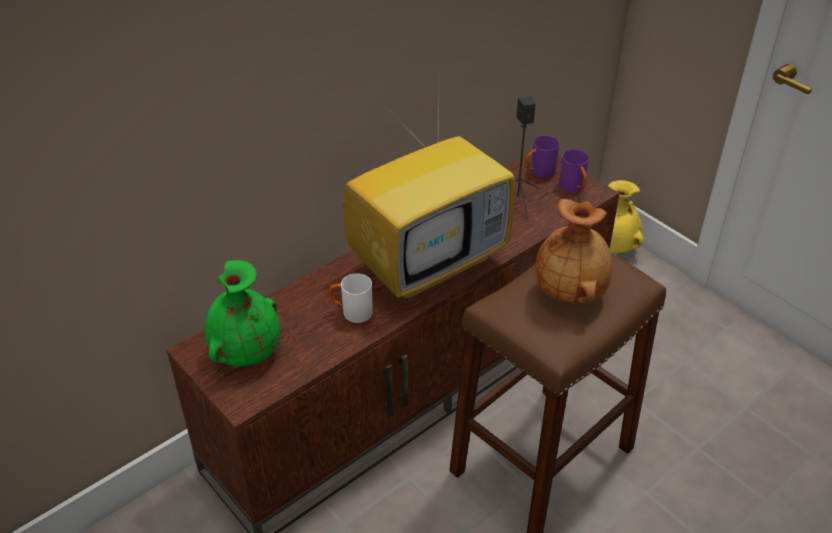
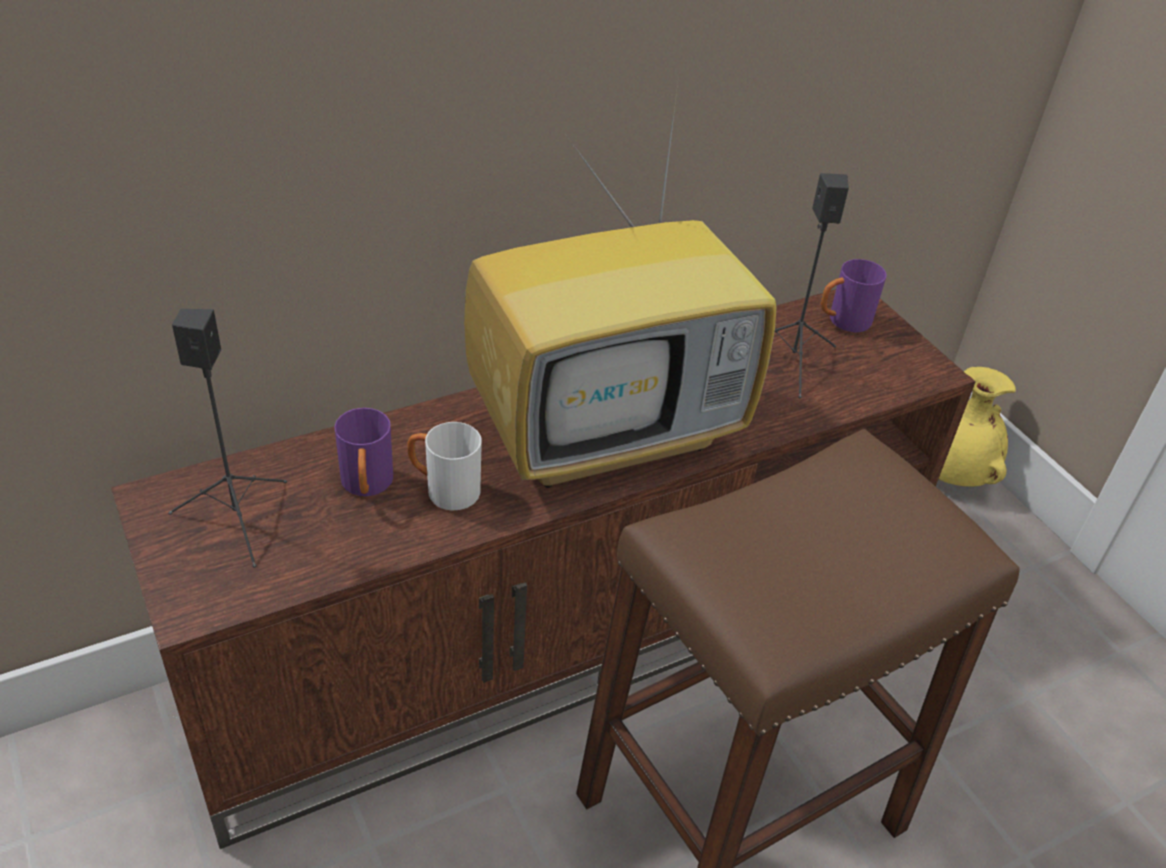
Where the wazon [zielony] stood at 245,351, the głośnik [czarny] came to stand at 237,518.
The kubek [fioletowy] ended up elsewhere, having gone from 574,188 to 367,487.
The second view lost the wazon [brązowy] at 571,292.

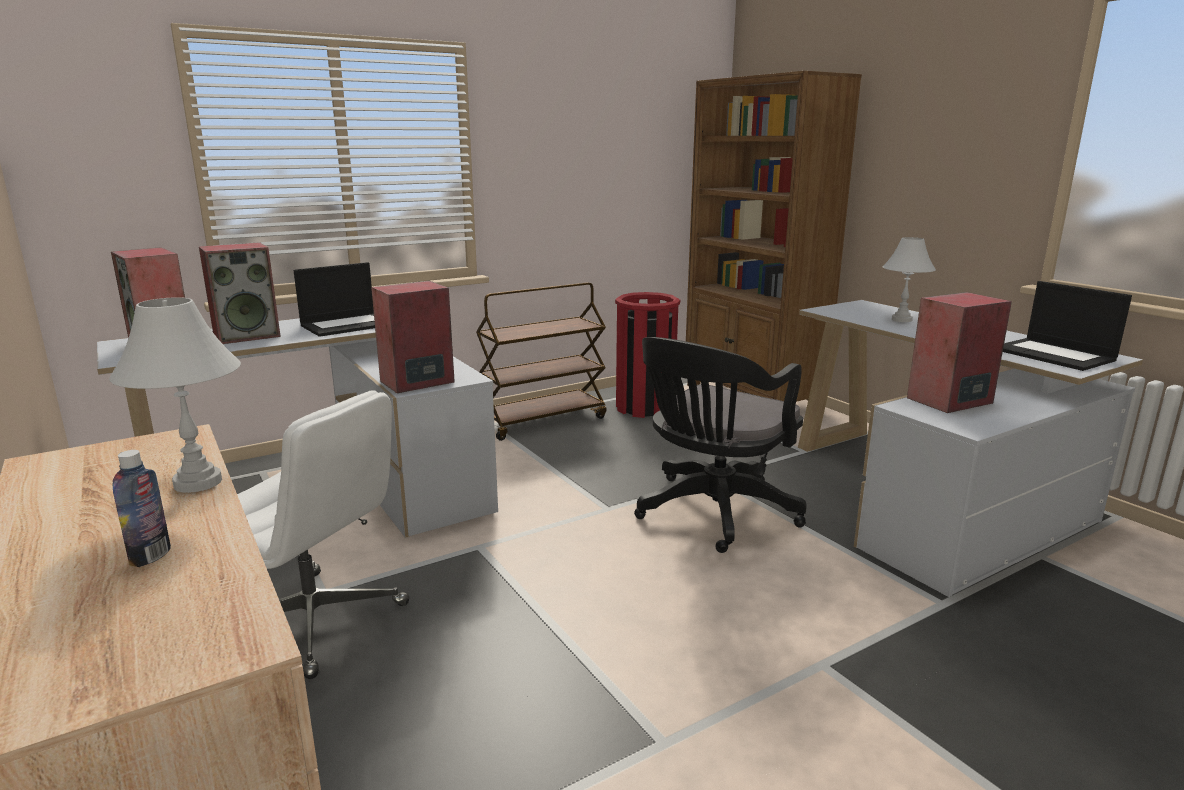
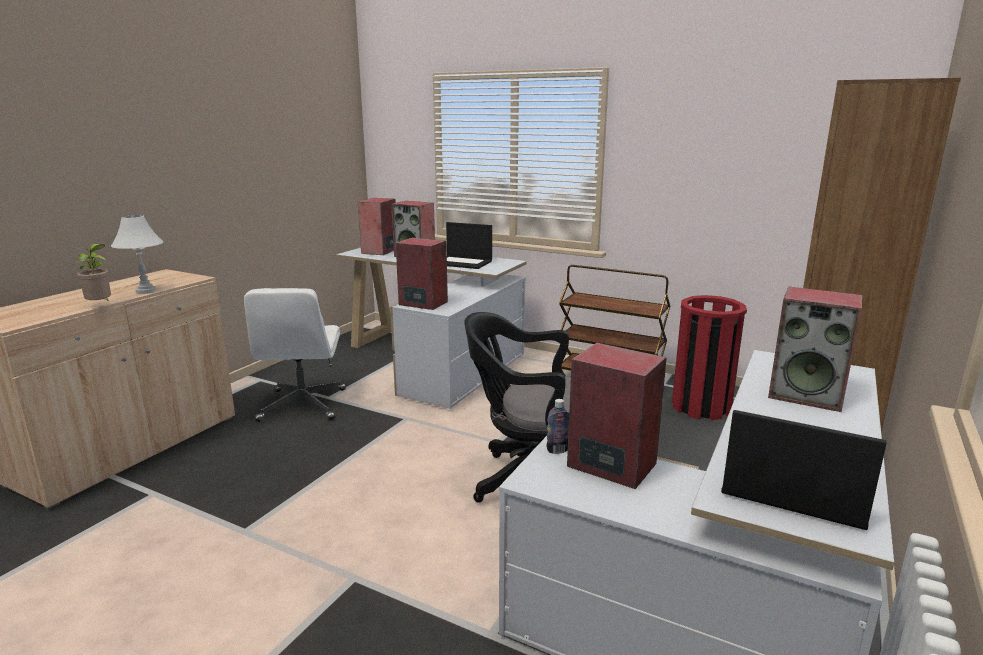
The second view gained the roślina doniczkowa at 101,305.
The butelka ended up elsewhere, having gone from 150,556 to 557,450.
The laptop at 1055,355 ended up facing another way, 90 degrees clockwise from before.
Where the lampa stołowa [biały] stood at 901,320, the głośnik came to stand at 807,395.

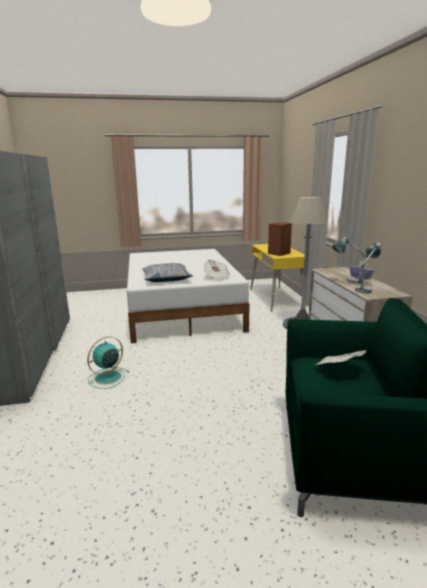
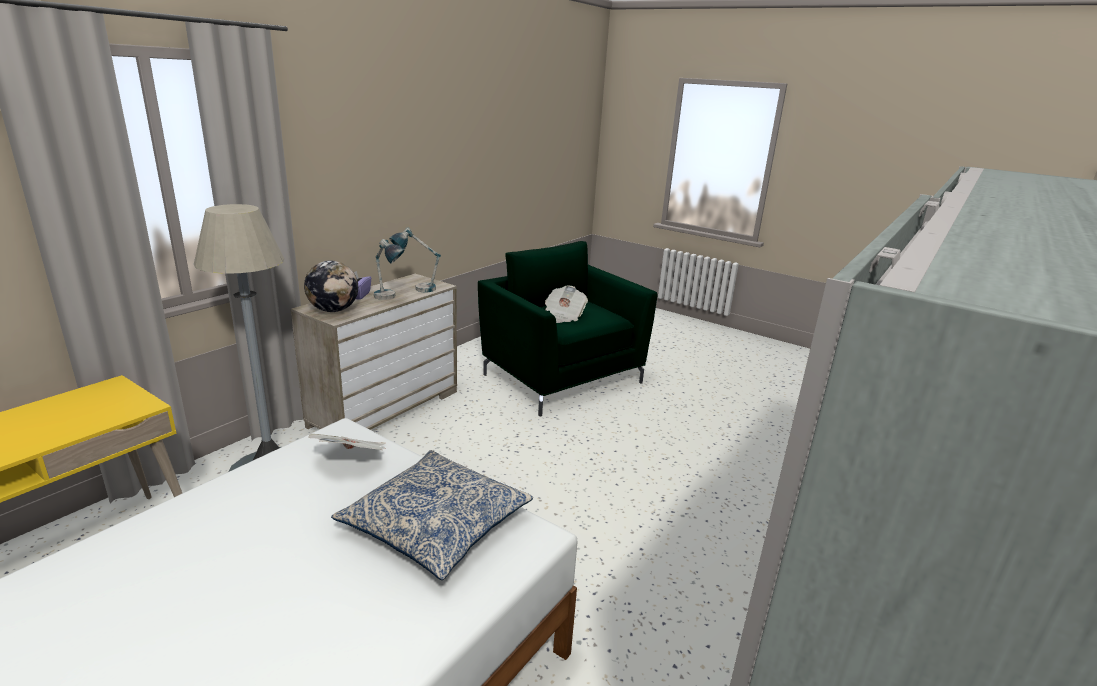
The second view gained the globus at 333,310.
The second view lost the wentylator [turkusowy] at 107,378.
The second view lost the głośnik [brązowy] at 279,253.

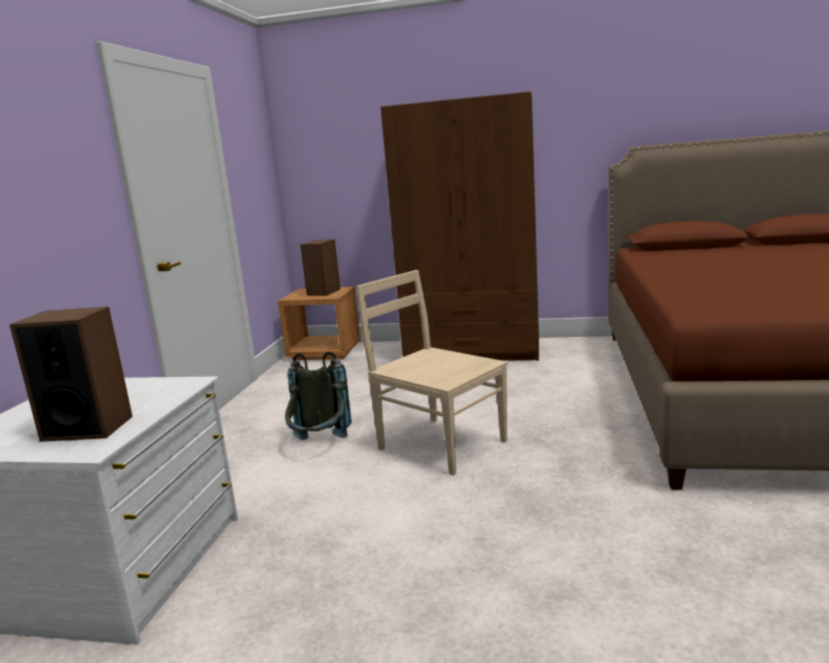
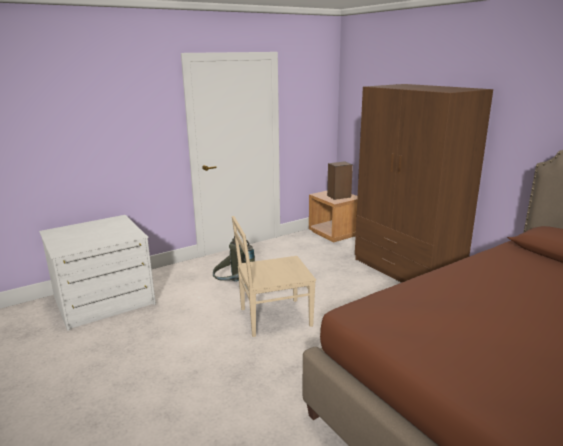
The krzesło [beżowy] at 440,444 ended up facing another way, 105 degrees counterclockwise from before.
The second view lost the głośnik at 87,428.

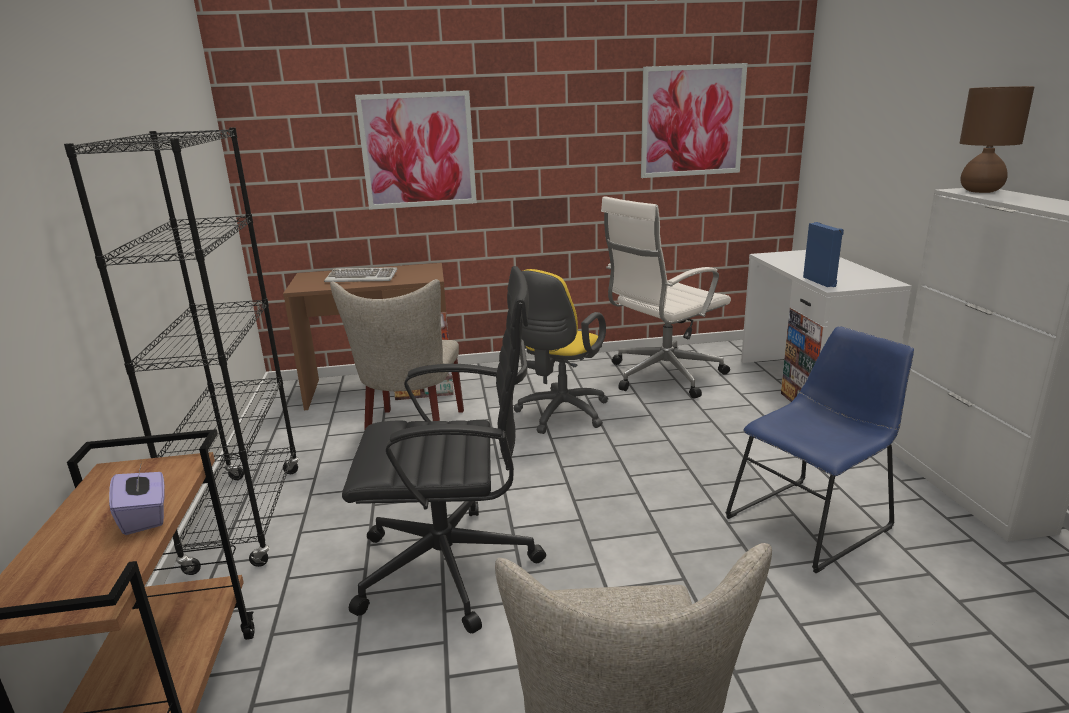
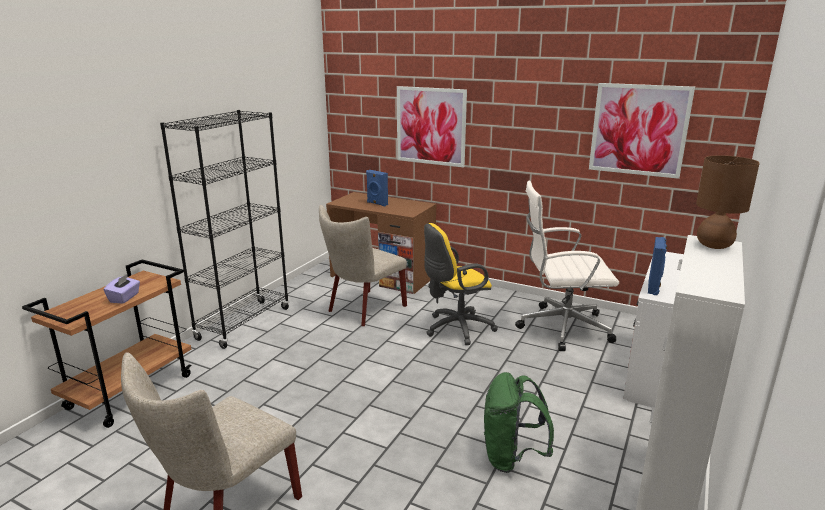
Where the klawiatura stood at 362,278, the głośnik [niebieski] came to stand at 376,203.
Where the krzesło [niebieski] stood at 812,520, the plecak [zielony] came to stand at 511,457.
The second view lost the krzesło biurowe [czarny] at 453,567.

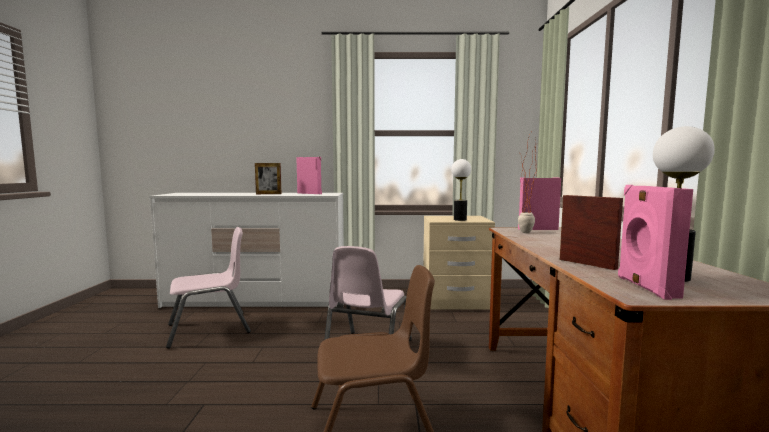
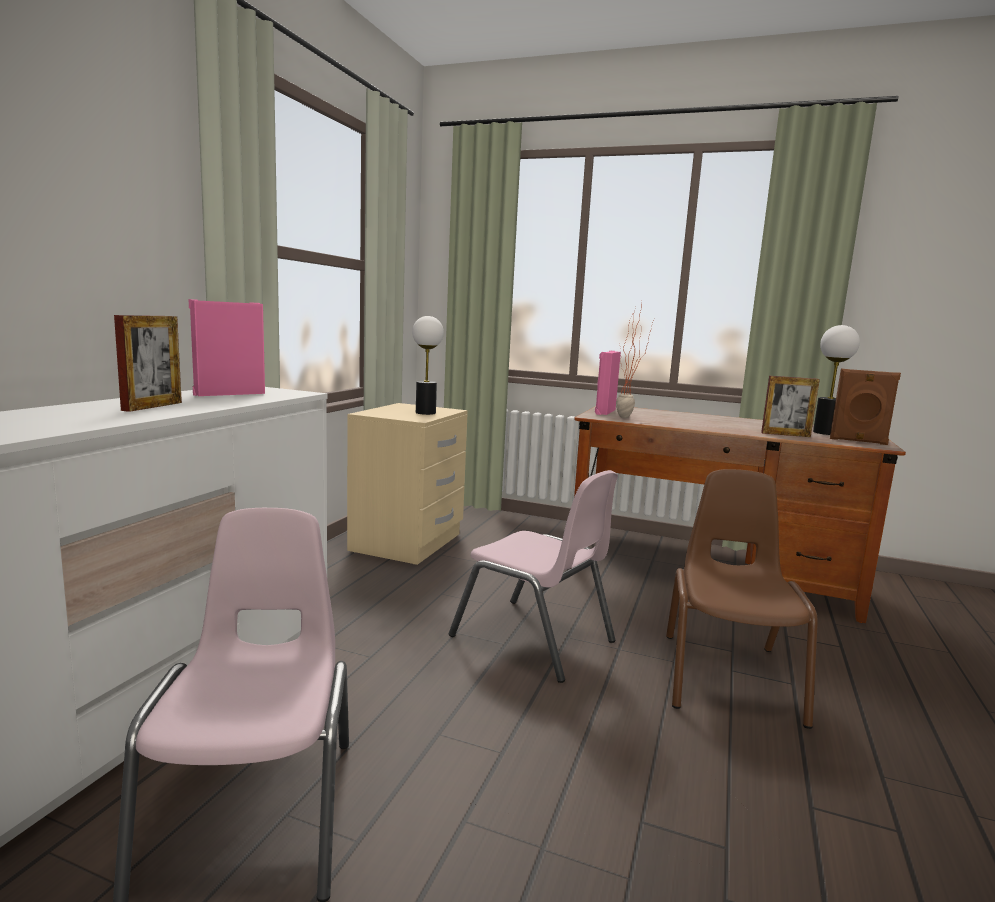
The ramka na zdjęcie at 587,264 ended up facing another way, 150 degrees counterclockwise from before.
What was the głośnik [różowy] at 645,287 turned into the głośnik [brązowy] at 858,441.

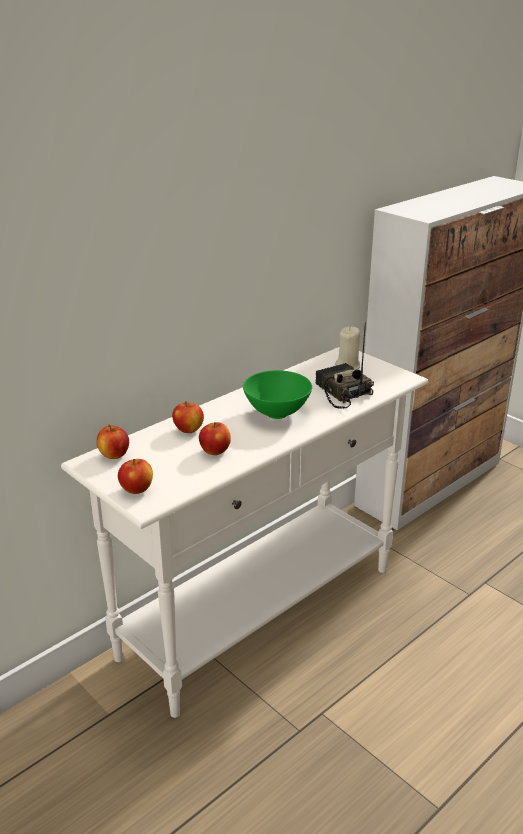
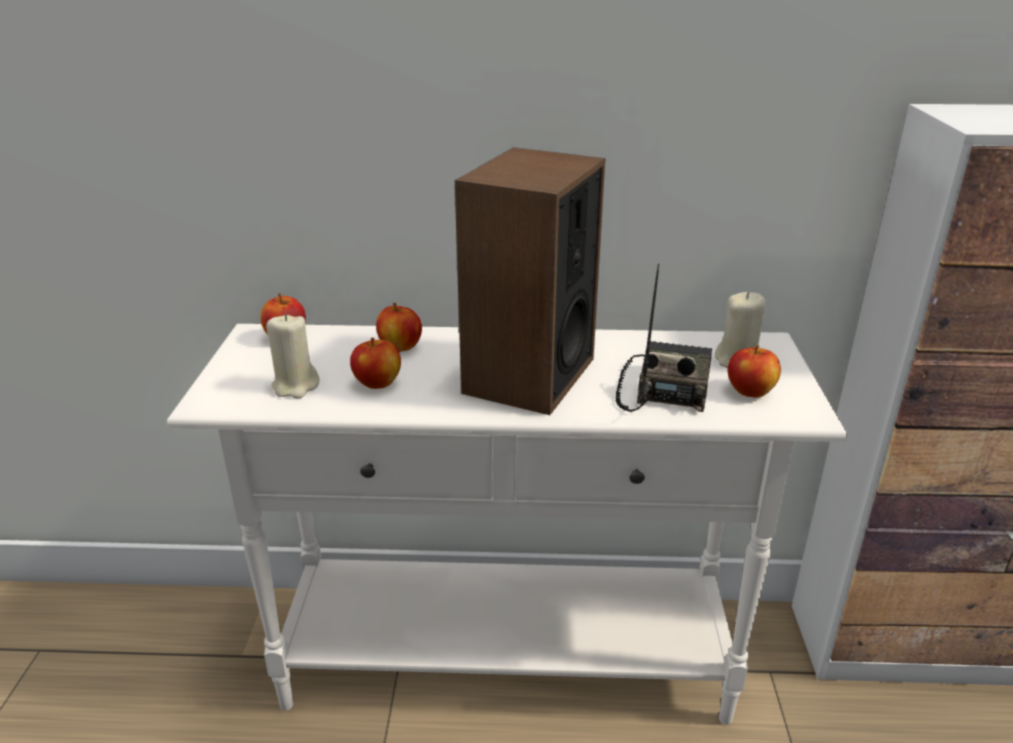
The second view gained the świeca [beżowy] at 295,386.
Where the miska [zielony] stood at 276,413, the głośnik came to stand at 528,375.
The jabłko ended up elsewhere, having gone from 137,489 to 750,392.

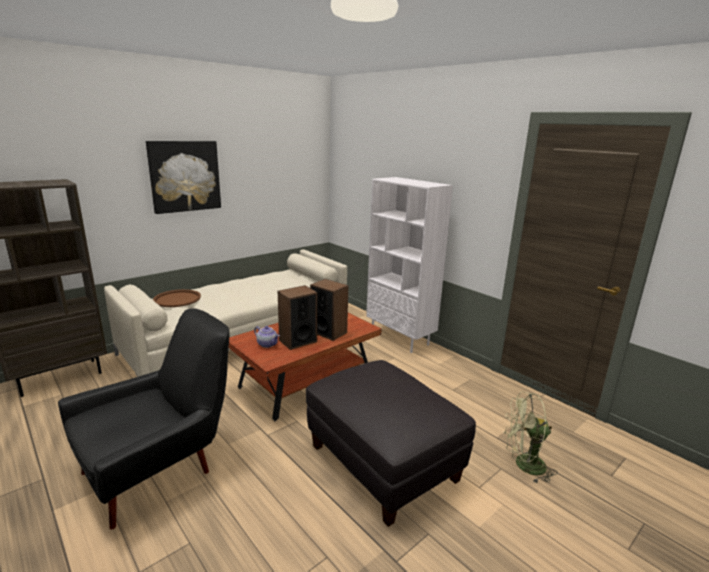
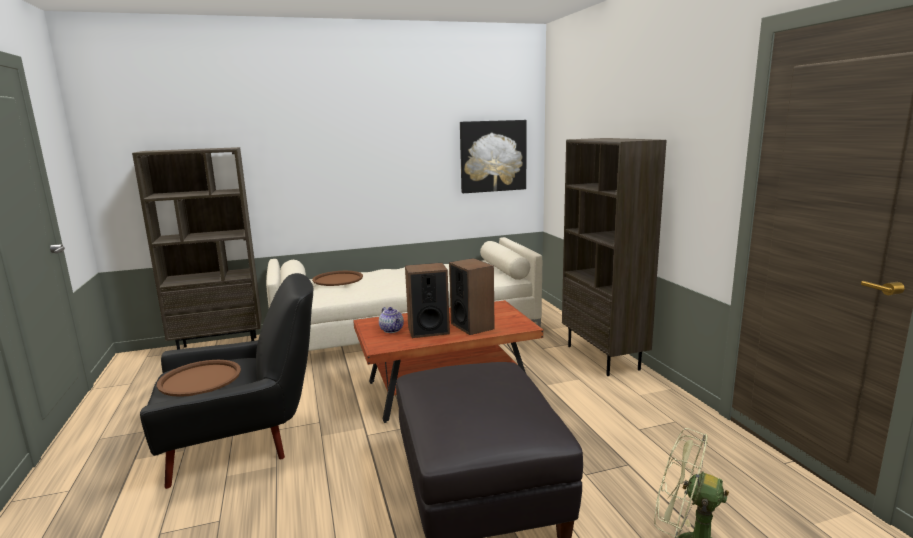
The second view gained the taca [brązowy] at 200,379.
The obraz ended up elsewhere, having gone from 185,176 to 493,156.
What was the regał [biały] at 400,338 turned into the regał [brązowy] at 604,357.

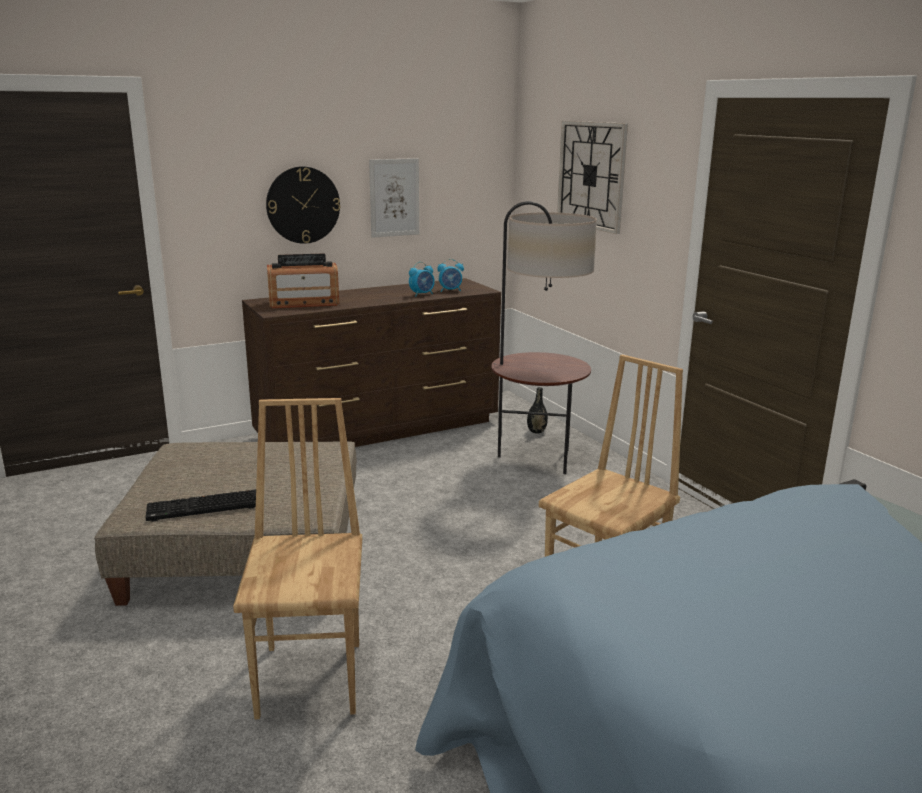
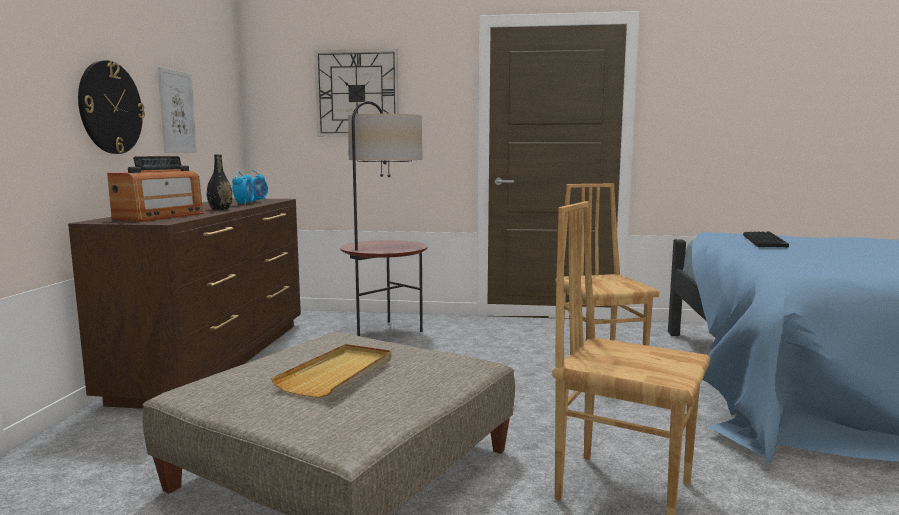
The wazon [czarny] ended up elsewhere, having gone from 536,431 to 220,209.
The second view gained the taca [beżowy] at 338,374.
The klawiatura ended up elsewhere, having gone from 203,508 to 766,241.

